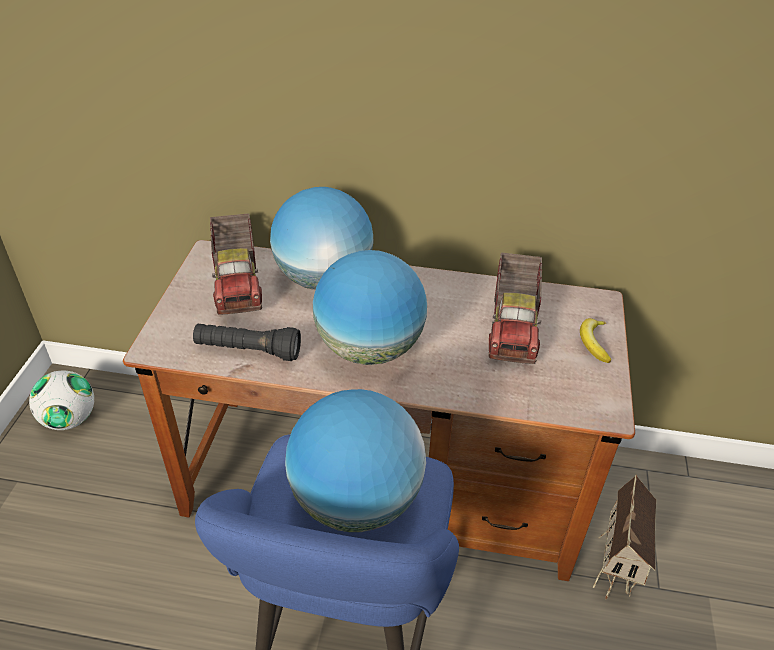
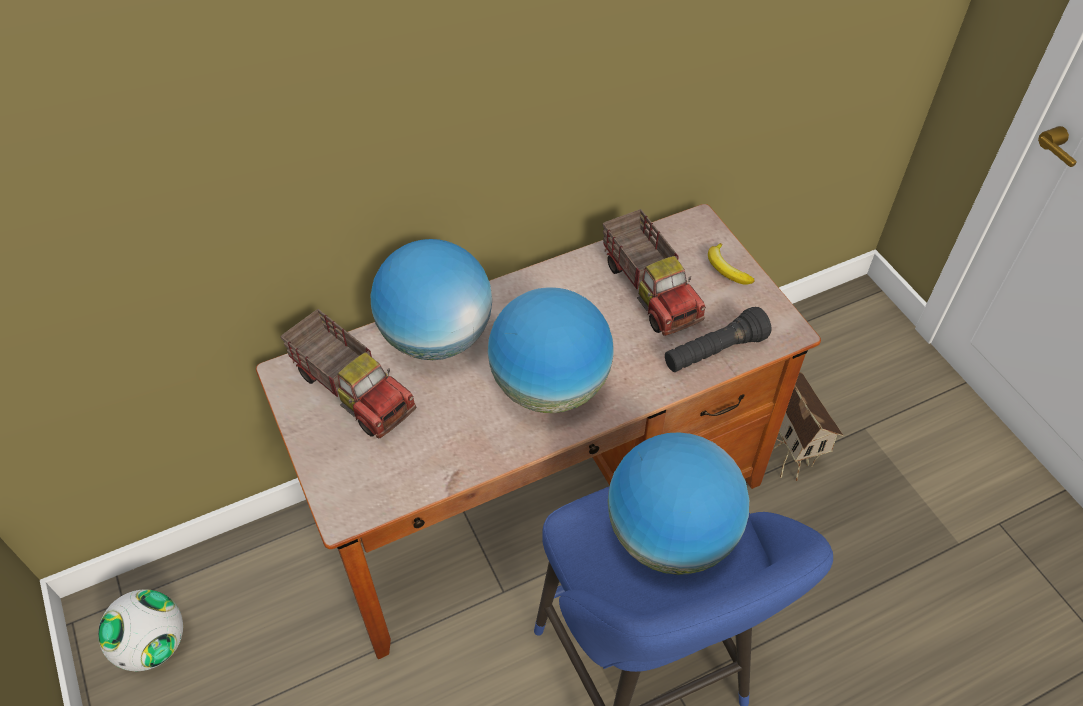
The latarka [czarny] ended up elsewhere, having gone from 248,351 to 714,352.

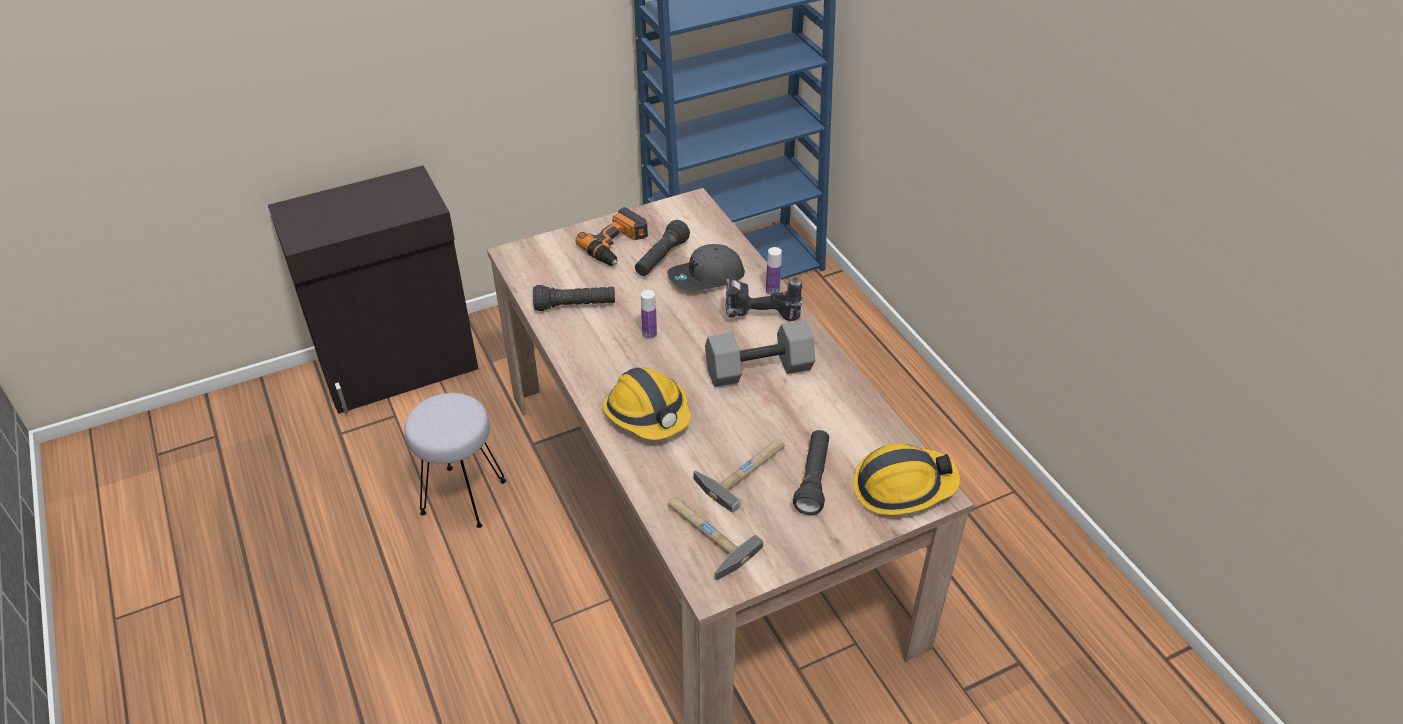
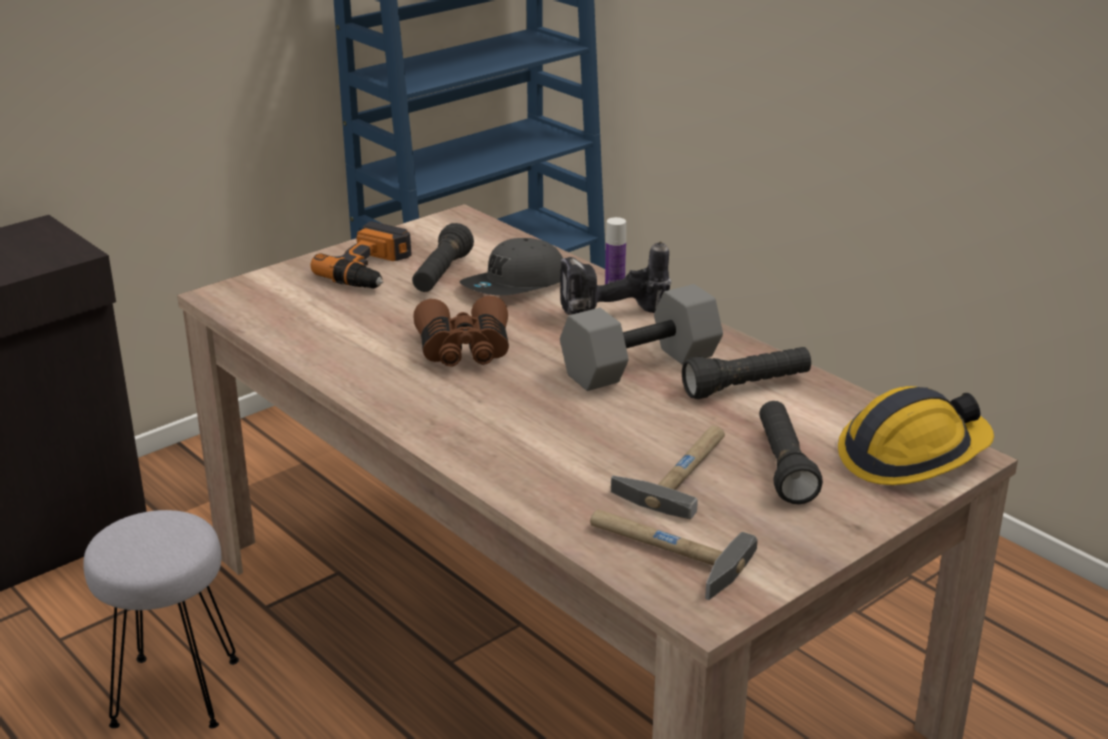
Where the butelka stood at 649,334, the lornetka [brązowy] came to stand at 464,350.
The latarka [czarny] ended up elsewhere, having gone from 575,306 to 746,387.
The second view lost the kask at 648,414.

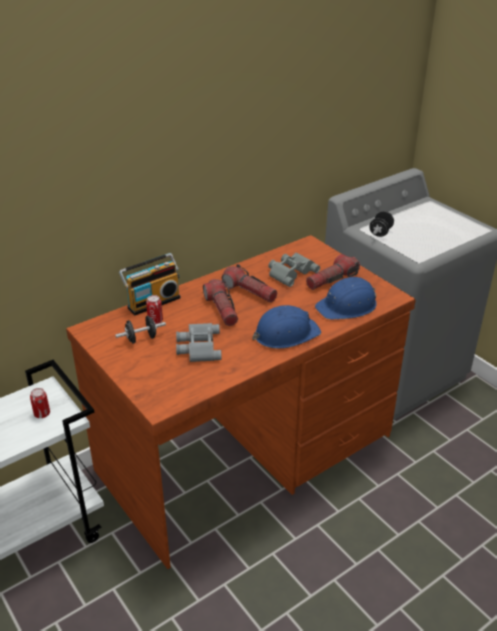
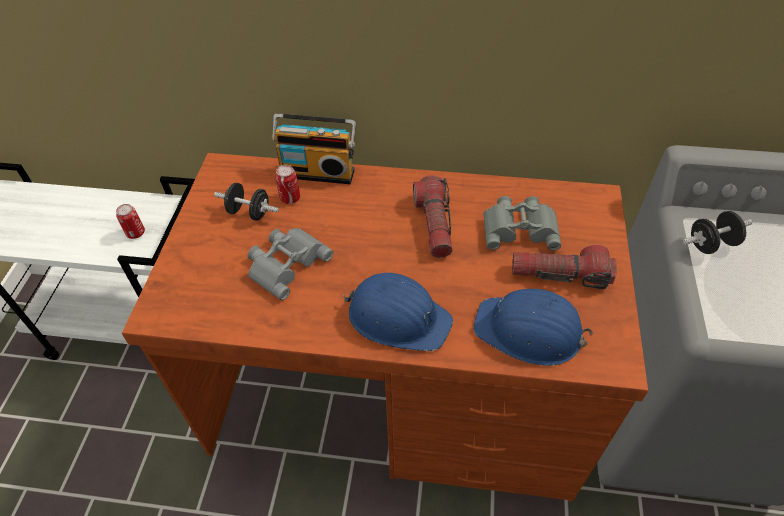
The second view lost the latarka at 222,309.

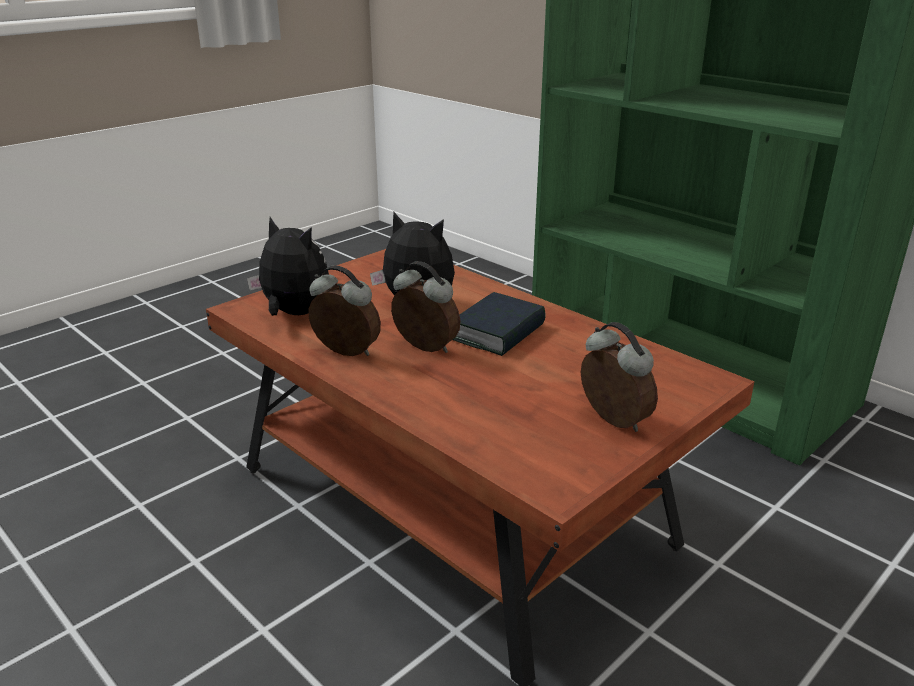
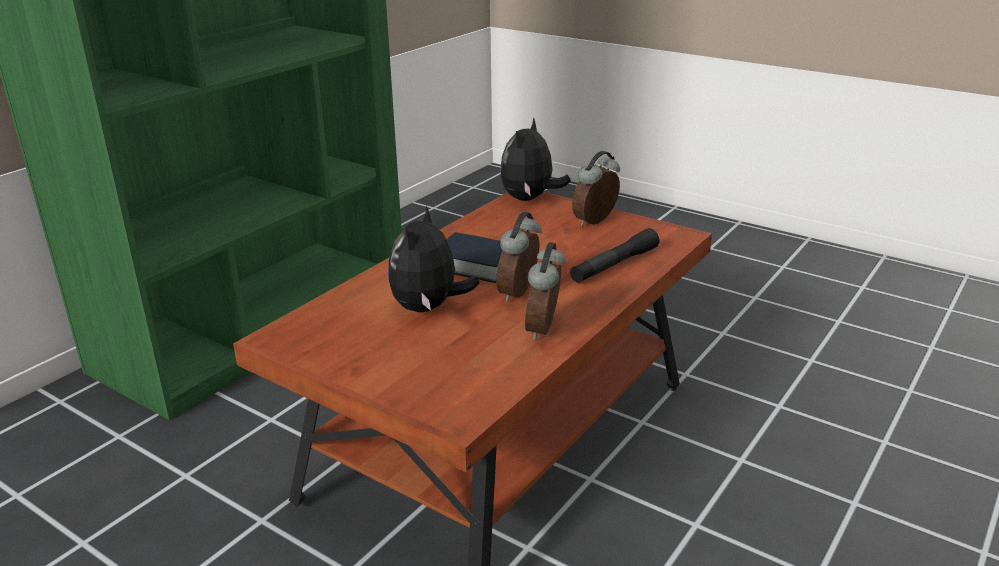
The pluszak ended up elsewhere, having gone from 293,314 to 530,199.
The second view gained the latarka [czarny] at 614,265.

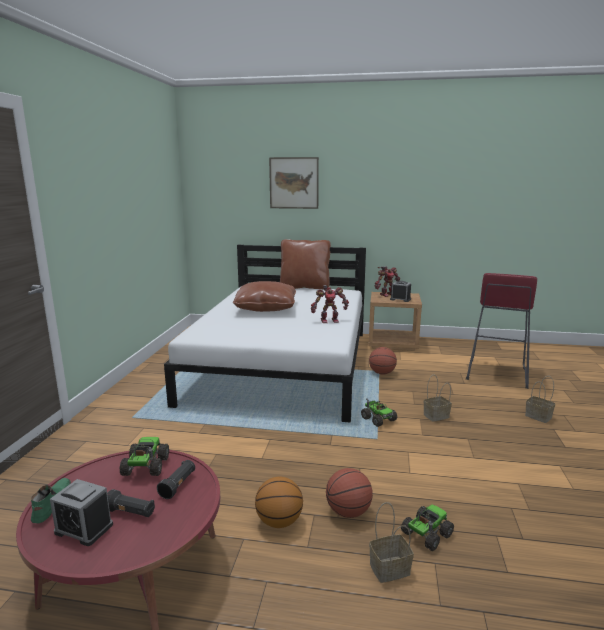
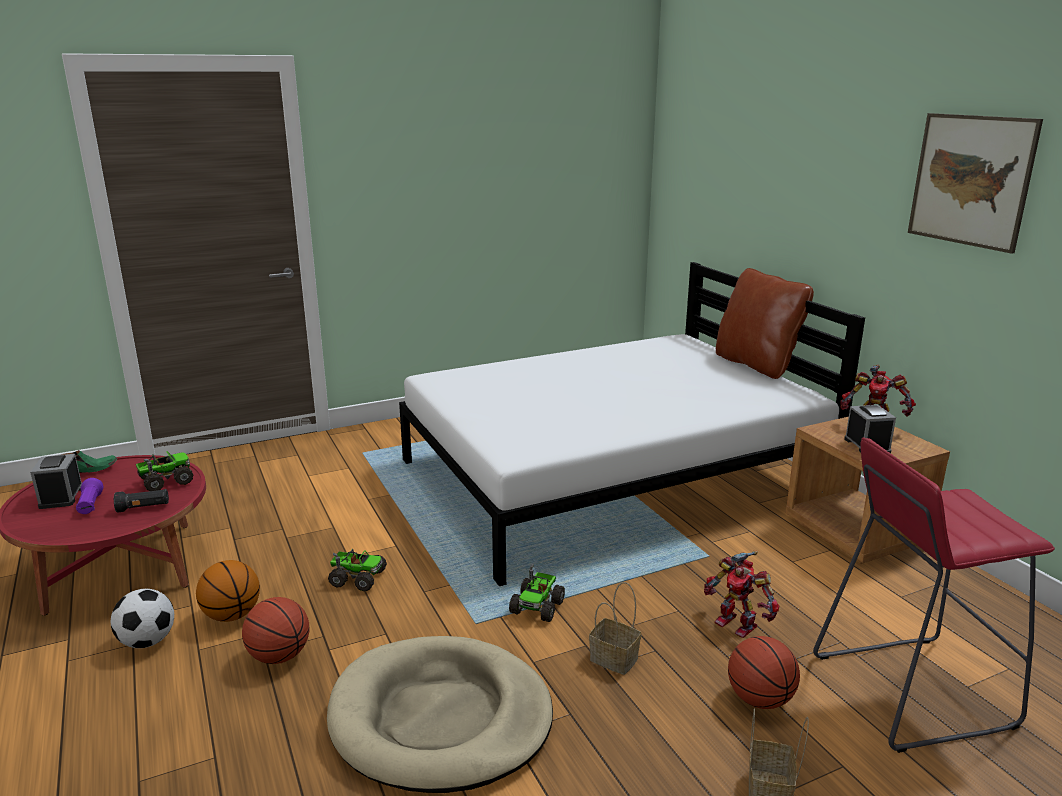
What was the latarka [czarny] at 131,513 turned into the latarka [fioletowy] at 90,505.
The second view gained the piłka futbolowa at 147,641.
The second view gained the legowisko [beżowy] at 440,718.
The ciężarówka zabawkowa ended up elsewhere, having gone from 426,534 to 357,578.
The robot zabawkowy ended up elsewhere, having gone from 329,320 to 737,623.
The piłka do koszykówki ended up elsewhere, having gone from 382,373 to 760,699.
The obraz ended up elsewhere, having gone from 294,183 to 970,180.
The second view lost the poduszka [brązowy] at 265,308.
The second view lost the koszyk at 389,570.

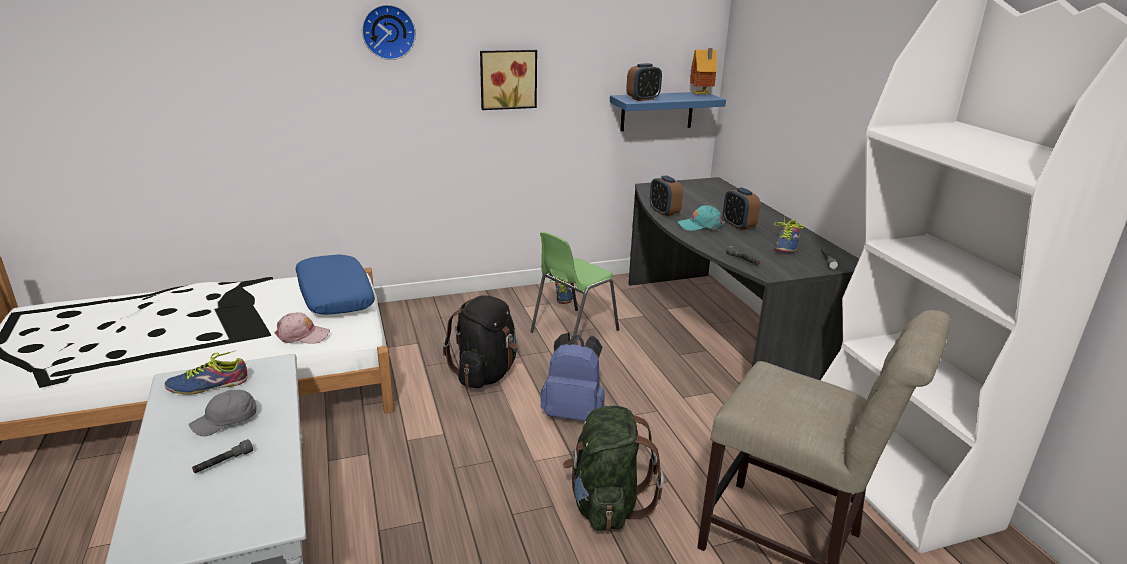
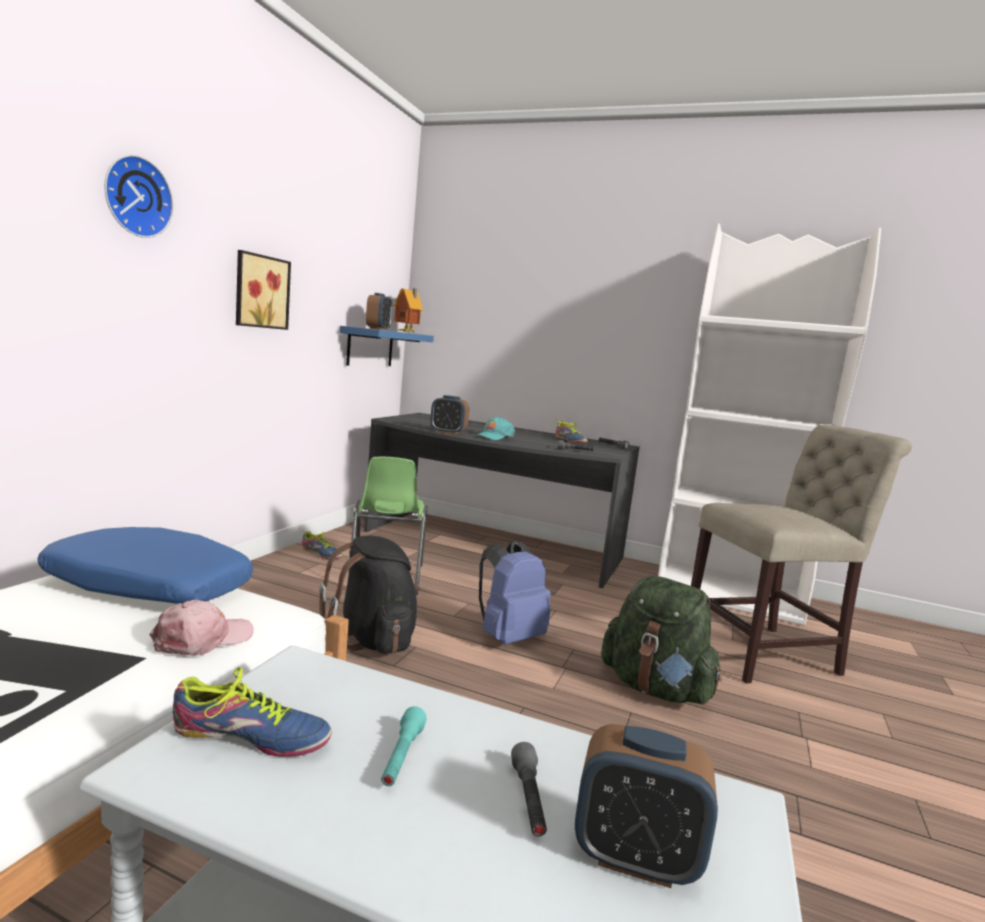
The but at 208,385 ended up facing another way, 105 degrees counterclockwise from before.
Where the czapka z daszkiem [szary] stood at 226,421, the latarka [turkusowy] came to stand at 401,757.
The budzik ended up elsewhere, having gone from 738,226 to 635,858.

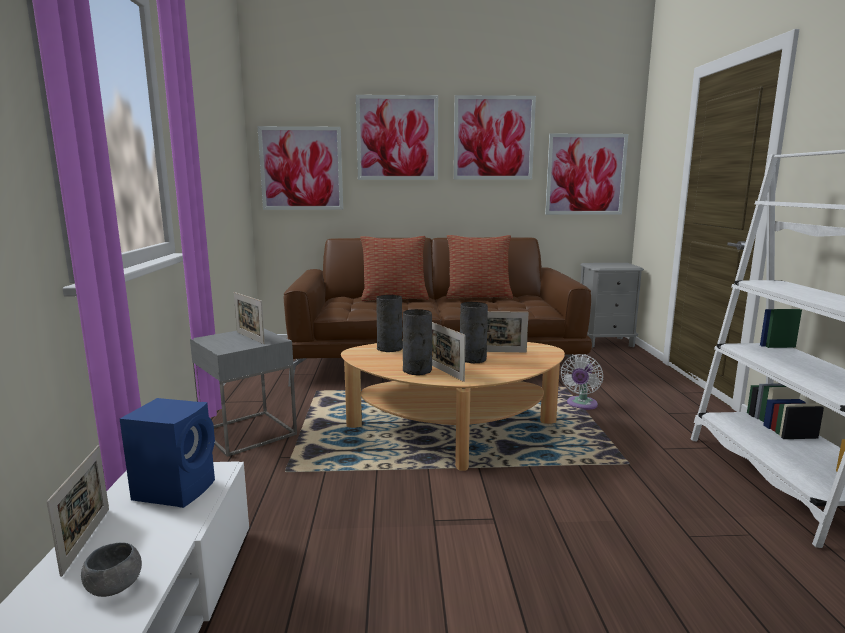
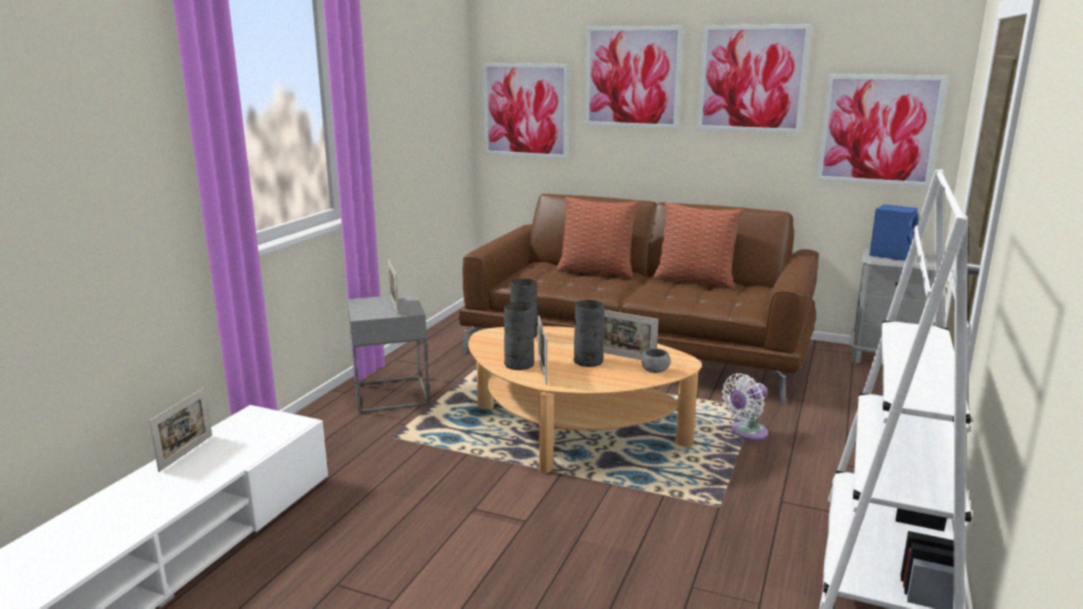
The miska [szary] ended up elsewhere, having gone from 114,587 to 655,371.
The głośnik [niebieski] ended up elsewhere, having gone from 177,489 to 891,255.

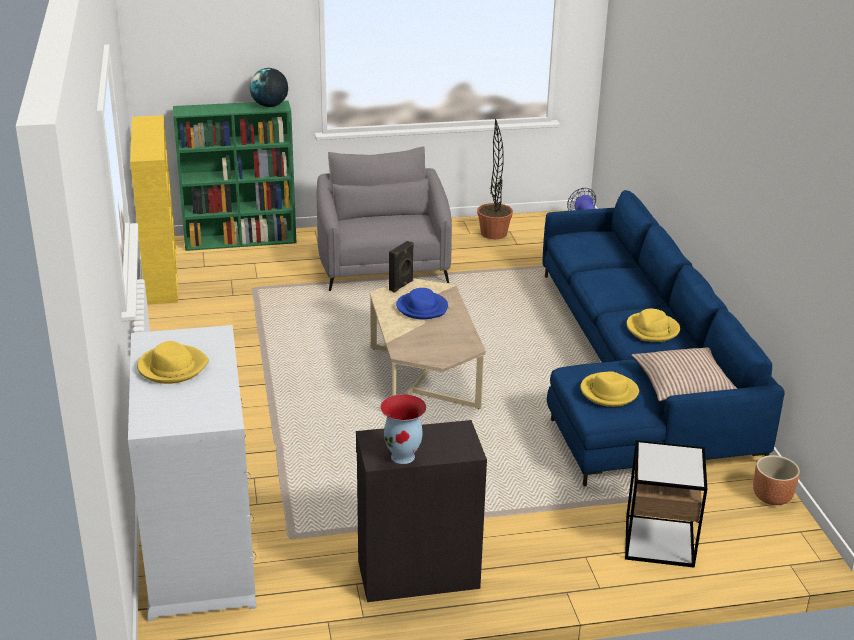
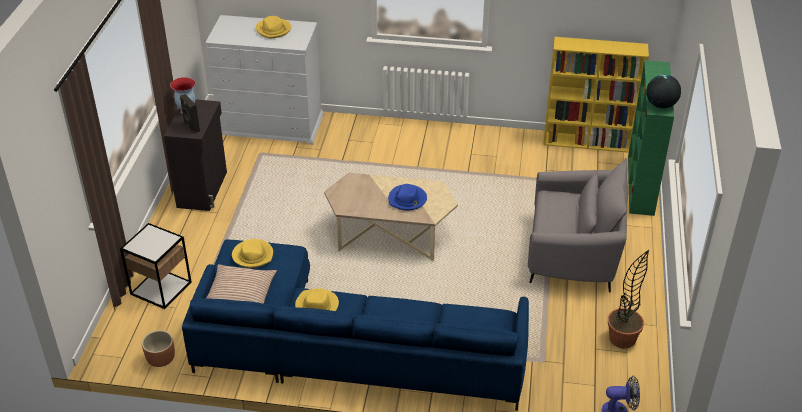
The głośnik [czarny] ended up elsewhere, having gone from 401,286 to 191,127.

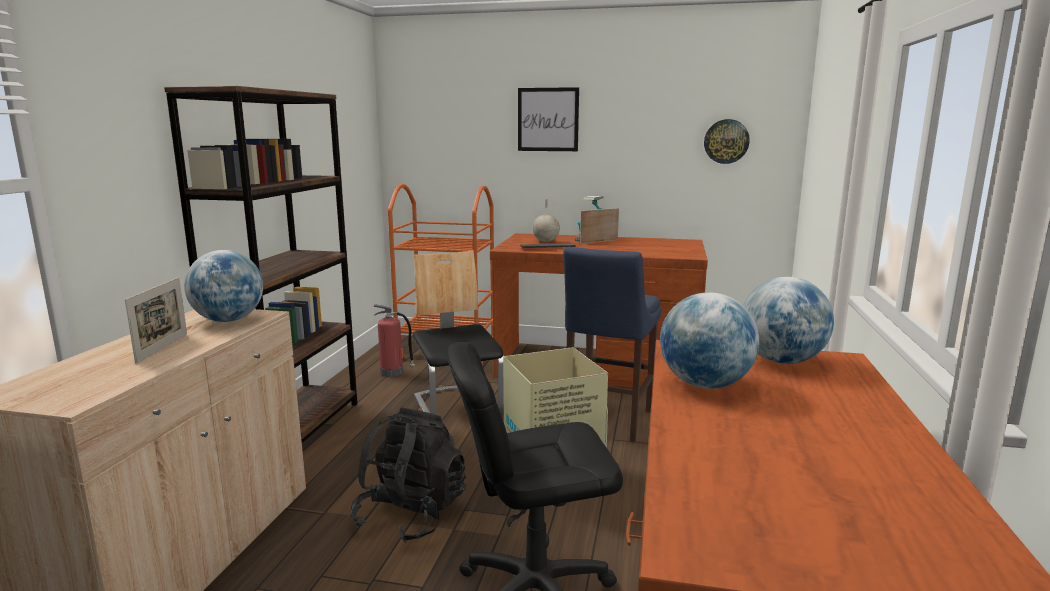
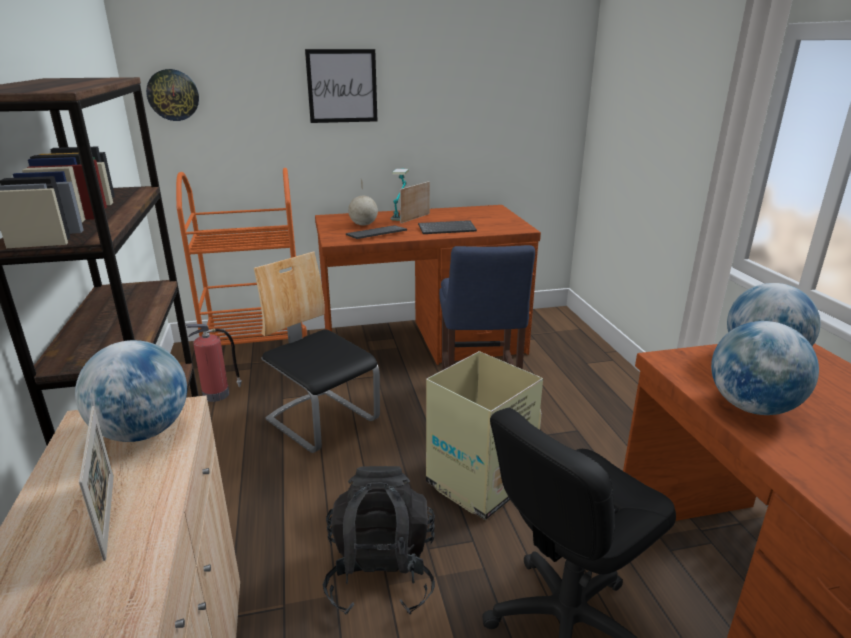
The zegar ścienny ended up elsewhere, having gone from 726,141 to 173,95.
The second view gained the klawiatura at 447,228.

